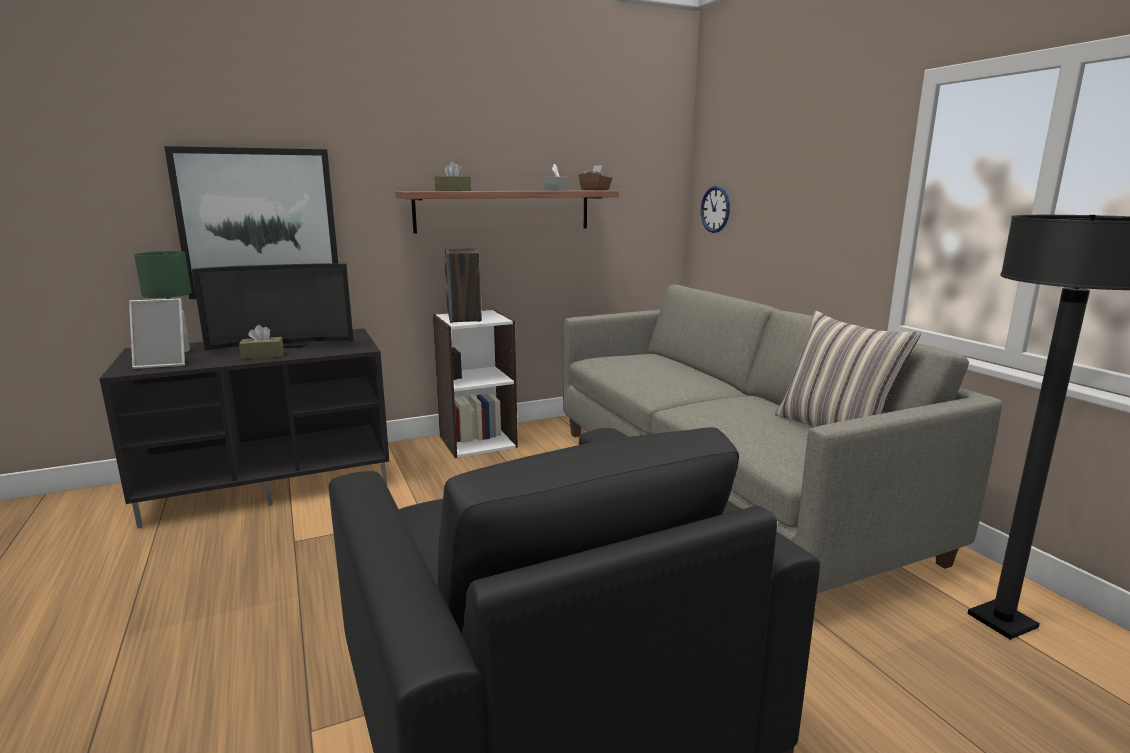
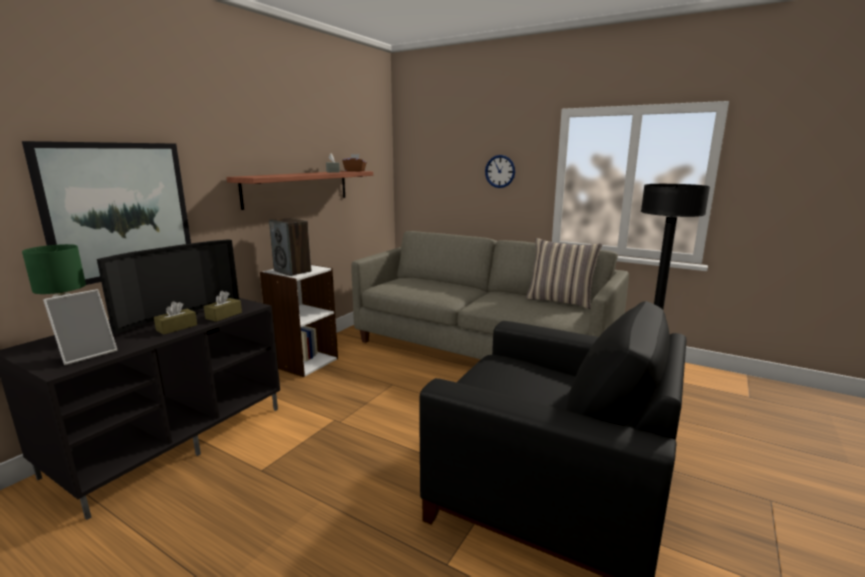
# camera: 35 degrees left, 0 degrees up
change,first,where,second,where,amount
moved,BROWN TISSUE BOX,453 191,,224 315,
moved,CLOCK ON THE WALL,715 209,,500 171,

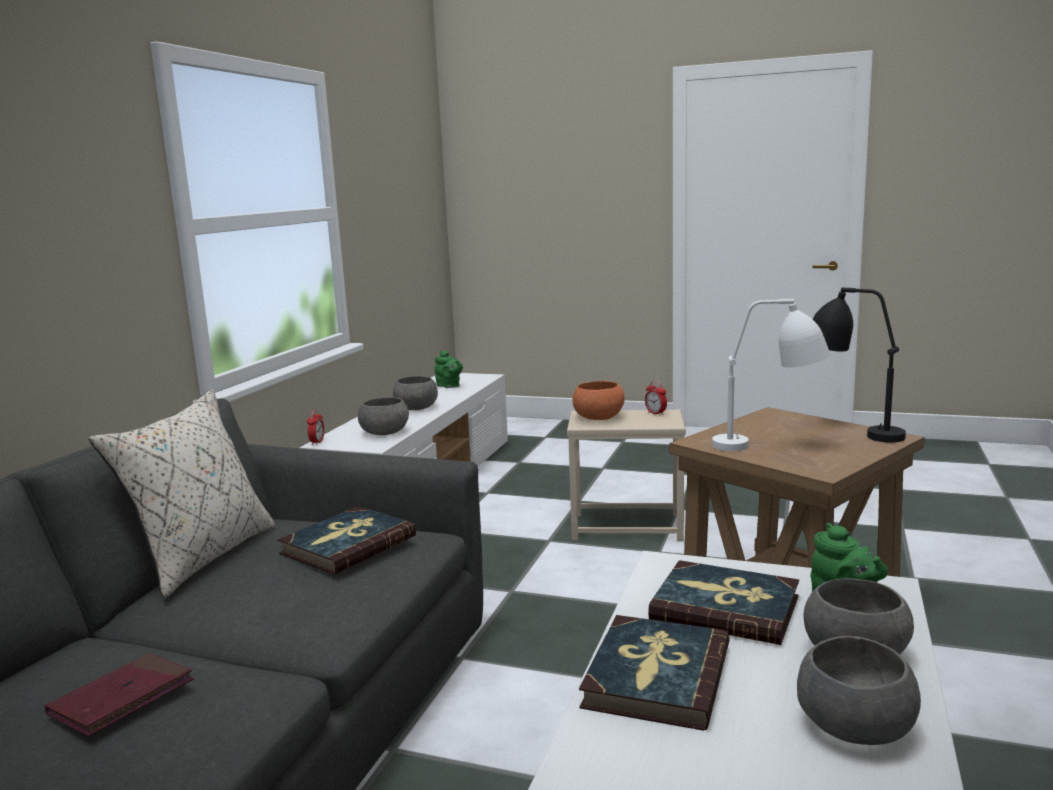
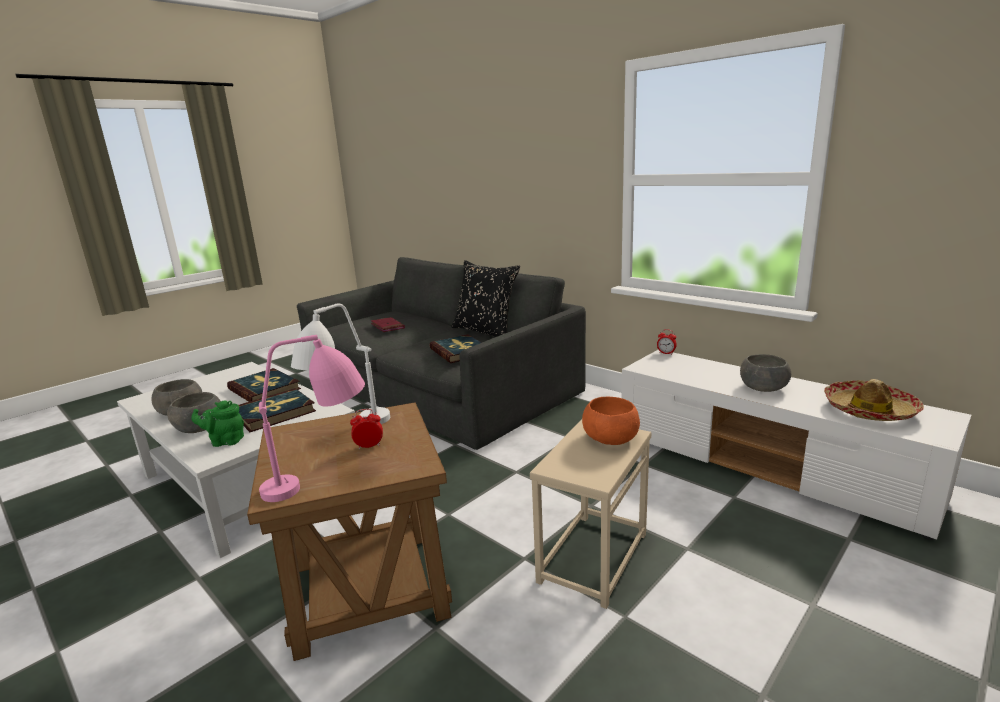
# camera: 115 degrees right, 5 degrees up
change,first,where,second,where,amount
recoloured,BLACK-COLOURED LAMP FOR A TABLE,848 430,PINK LAMP FOR A TABLE,324 482,
replaced,GREENISH TEAPOT,449 386,HAT,870 410,
moved,TABLE CLOCK,656 413,,369 446,
recoloured,BEIGE-COLOURED PILLOW,201 557,BLACK-COLOURED PILLOW,486 331,
removed,GREY BOWL,385 432,,,

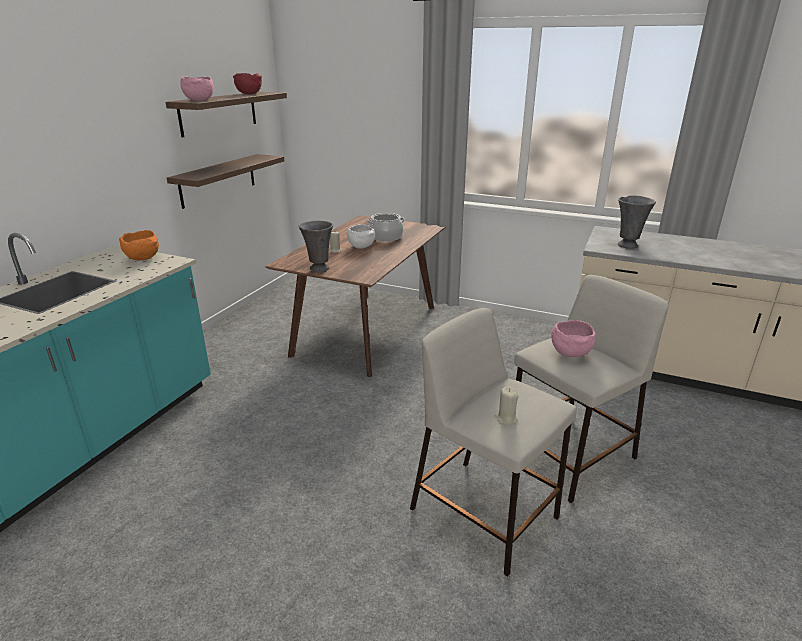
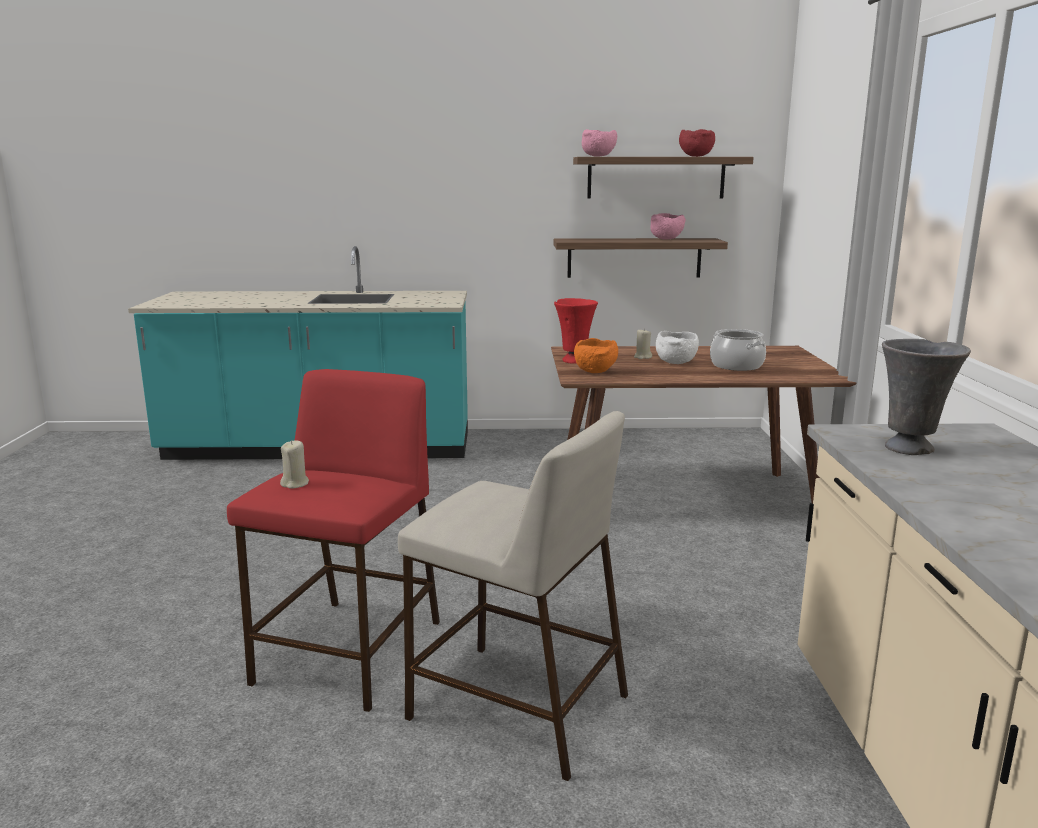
# camera: 65 degrees right, 10 degrees down
change,first,where,second,where,amount
recoloured,GREY DECORATIVE VASE,318 268,REDDISH DECORATIVE VASE,574 361,
moved,ORANGE BOWL,144 258,,596 372,
recoloured,BEIGE-COLOURED SITTING STOOL,485 513,REDDISH SITTING STOOL,349 653,
moved,PINK BOWL,570 353,,666 239,

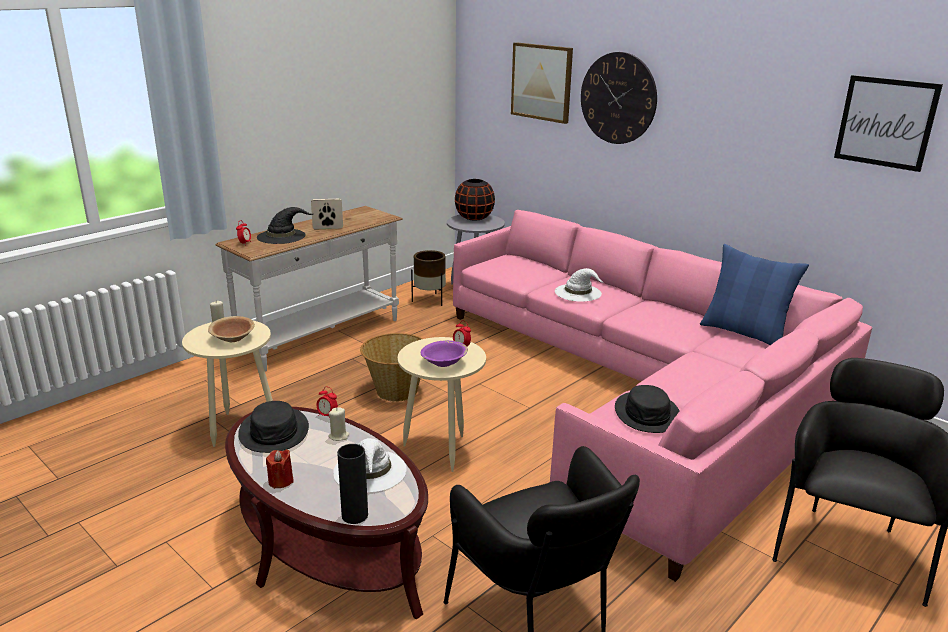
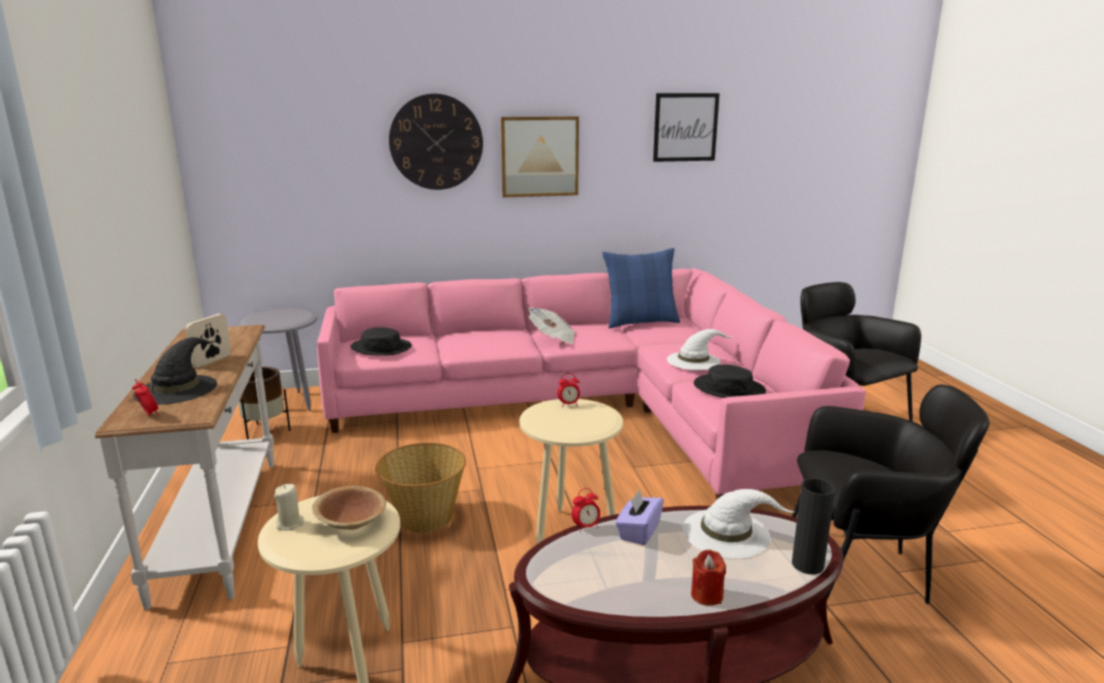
# camera: 55 degrees left, 5 degrees down
change,first,where,second,where,amount
moved,WALL PICTURE,542 82,,539 156,
removed,BLACK-COLOURED DECORATIVE VASE,474 217,,,
moved,WHITISH HAT,578 292,,694 360,
removed,PURPLE-COLOURED BOWL,444 363,,,
moved,BLACK-COLOURED HAT,274 431,,381 347,
replaced,BEIGE-COLOURED WAX LIGHT,339 436,PURPLE-COLOURED TISSUE BOX,638 532,
added,,,NEWSPAPER,553 338,

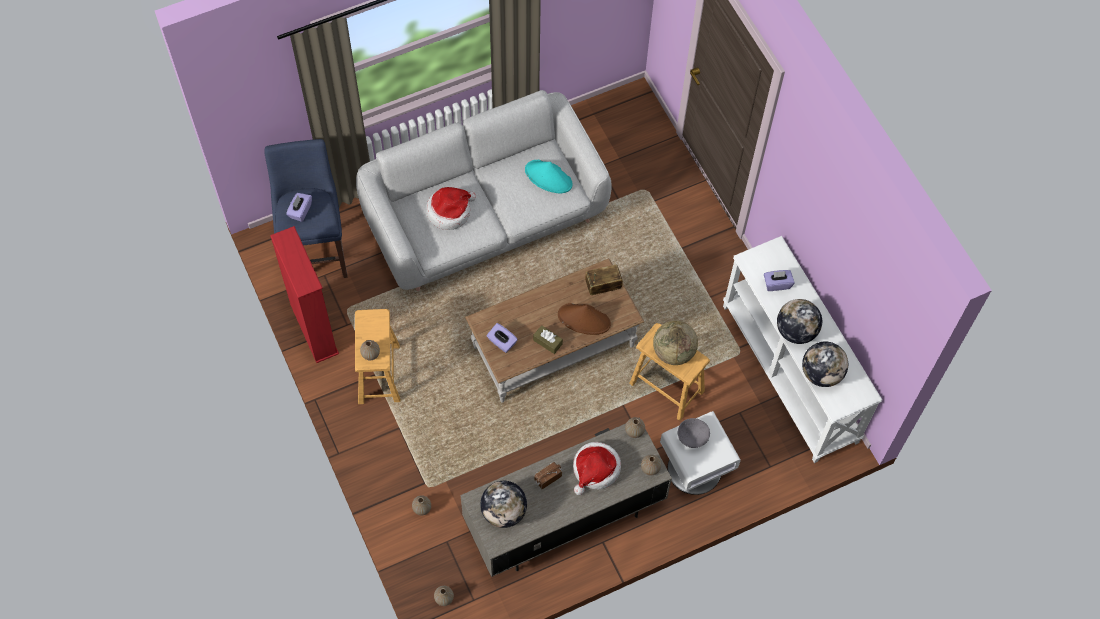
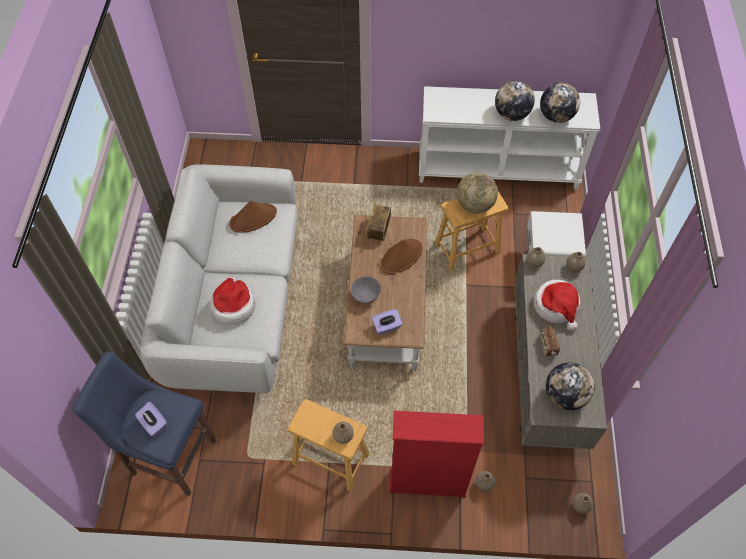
# camera: 60 degrees left, 5 degrees down
change,first,where,second,where,amount
recoloured,BLUE-GREEN HAT,548 177,BROWN HAT,253 218,
moved,REDDISH SHELVING UNIT,314 329,,427 482,
removed,PURPLE-COLOURED TISSUE BOX,777 284,,,
removed,BROWN TISSUE BOX,547 342,,,
moved,GREY BOWL,692 437,,365 295,

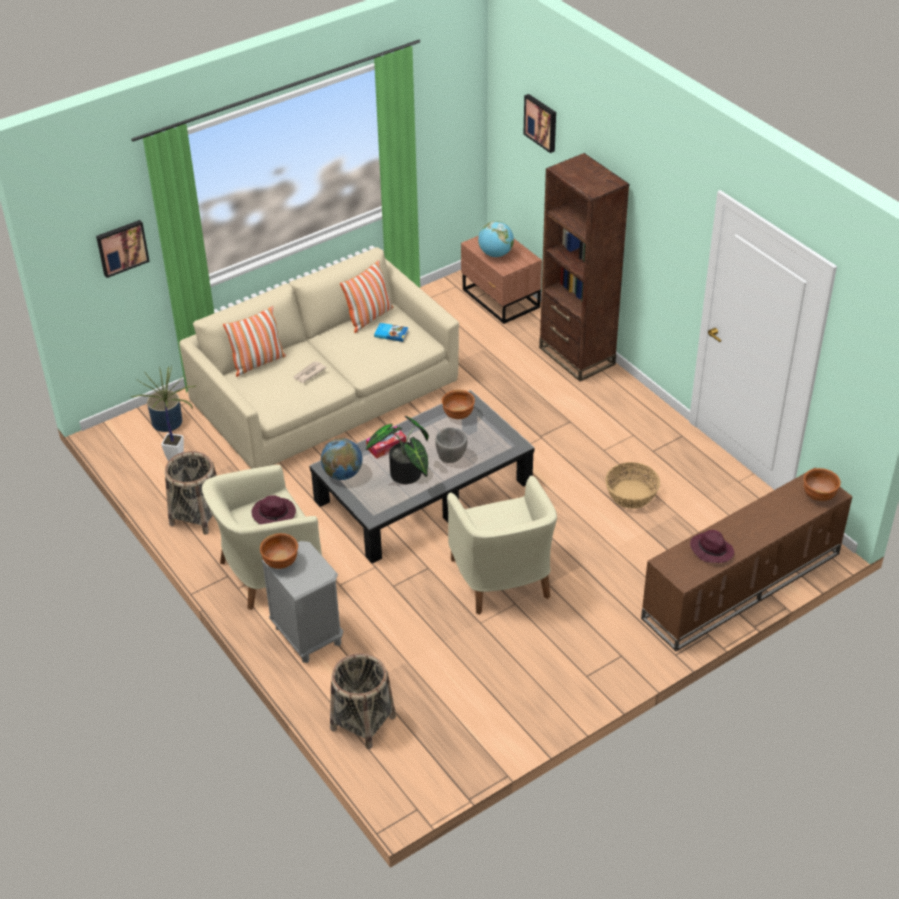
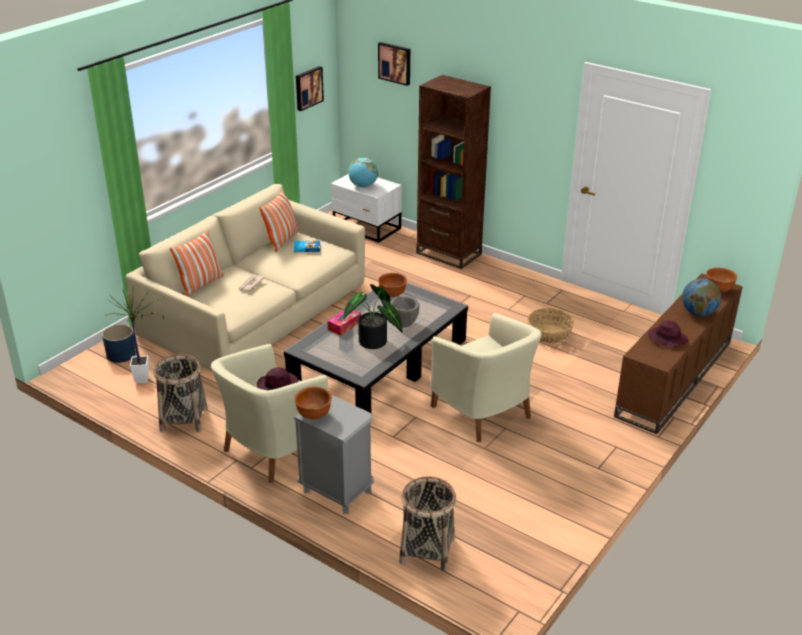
# camera: 20 degrees left, 10 degrees down
change,first,where,second,where,amount
moved,WALL PICTURE,121 247,,308 88,
recoloured,BROWN NIGHTSTAND,500 299,WHITISH NIGHTSTAND,367 228,
moved,GLOBE,342 474,,698 313,

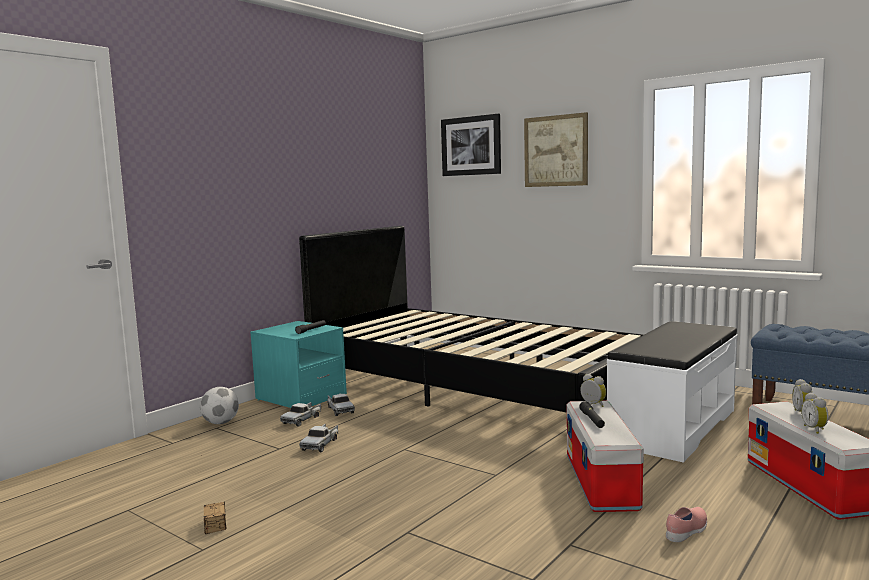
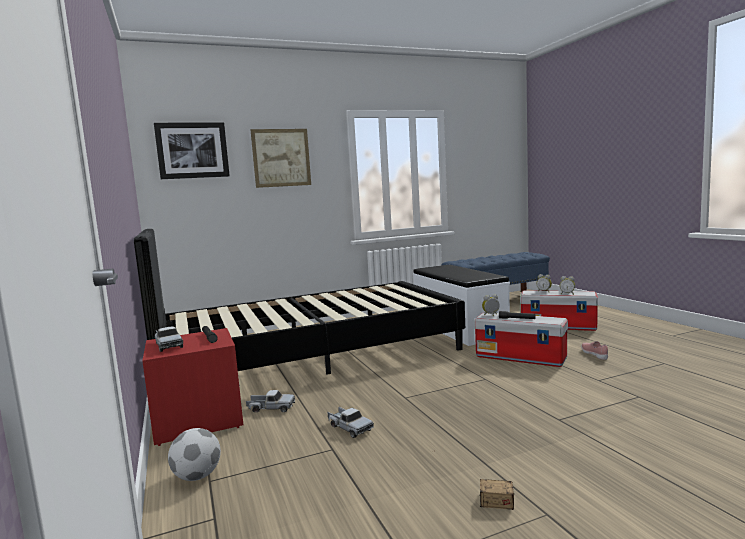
# camera: 60 degrees left, 0 degrees up
change,first,where,second,where,amount
recoloured,BLUE-GREEN NIGHTSTAND,301 397,REDDISH NIGHTSTAND,198 421,
moved,MODEL TRUCK,302 420,,168 345,

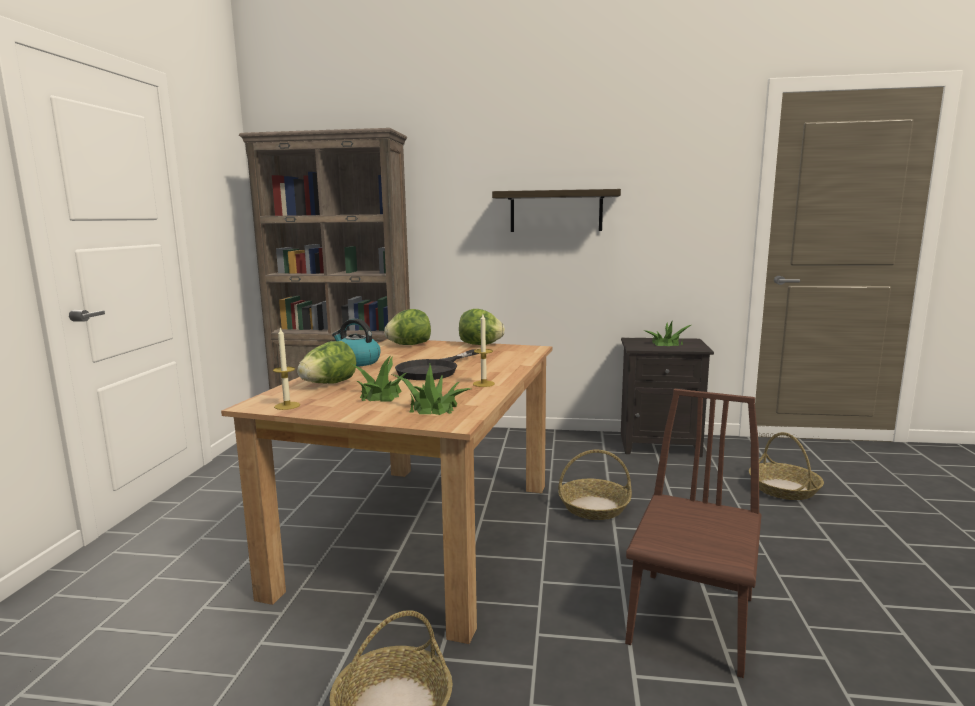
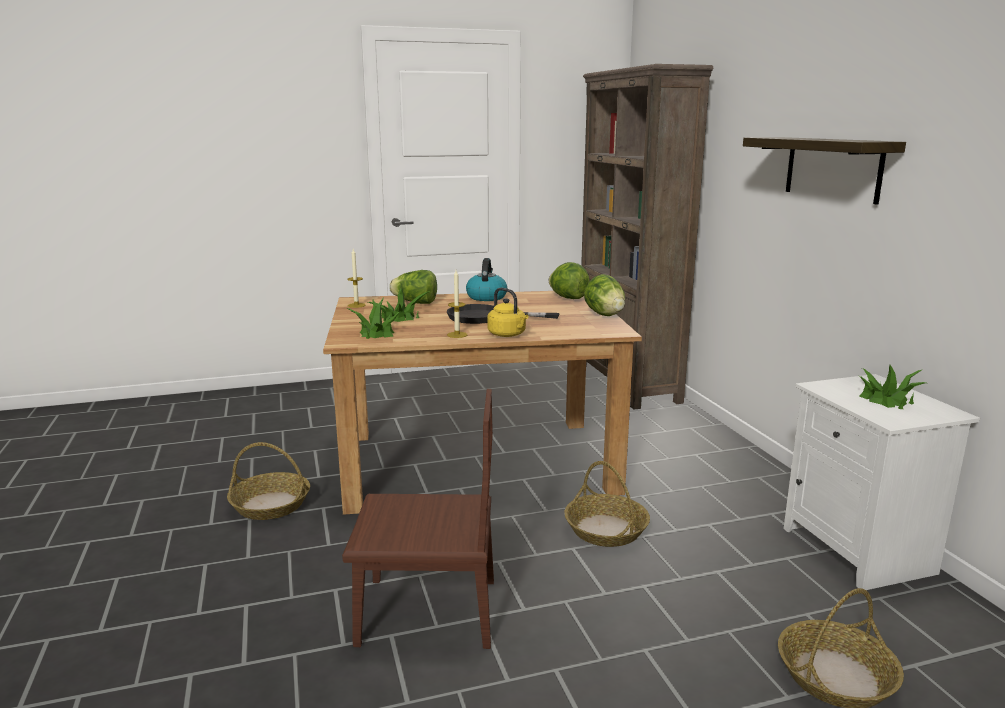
# camera: 65 degrees right, 5 degrees up
change,first,where,second,where,amount
recoloured,BLACK-COLOURED NIGHTSTAND,660 444,WHITISH NIGHTSTAND,860 551,
added,,,YELLOWISH WATER KETTLE,508 335,

